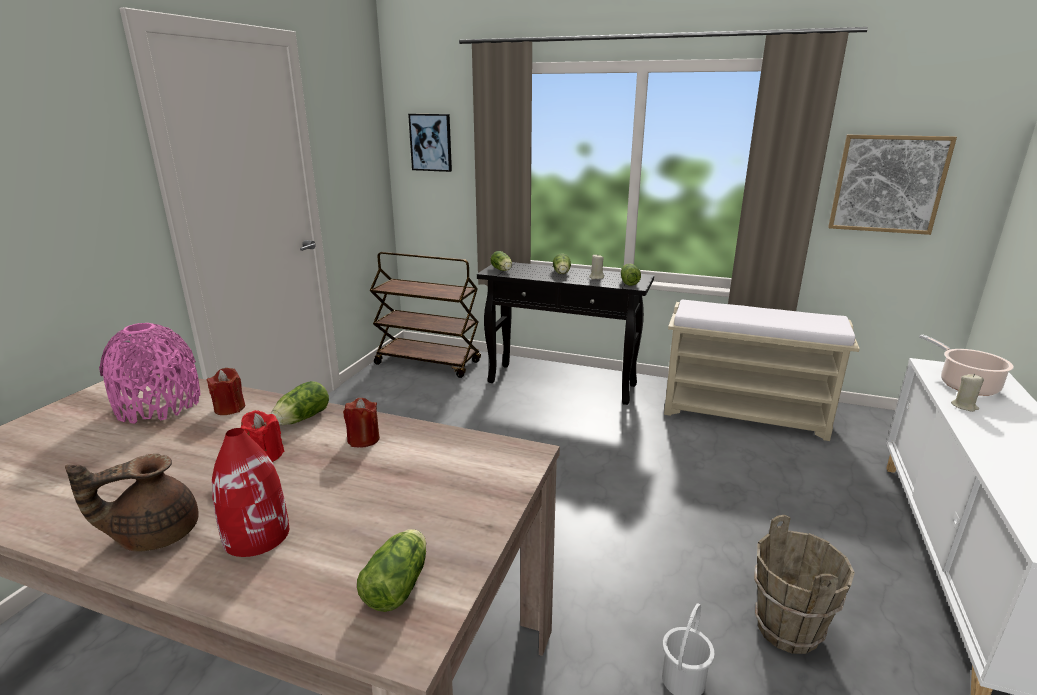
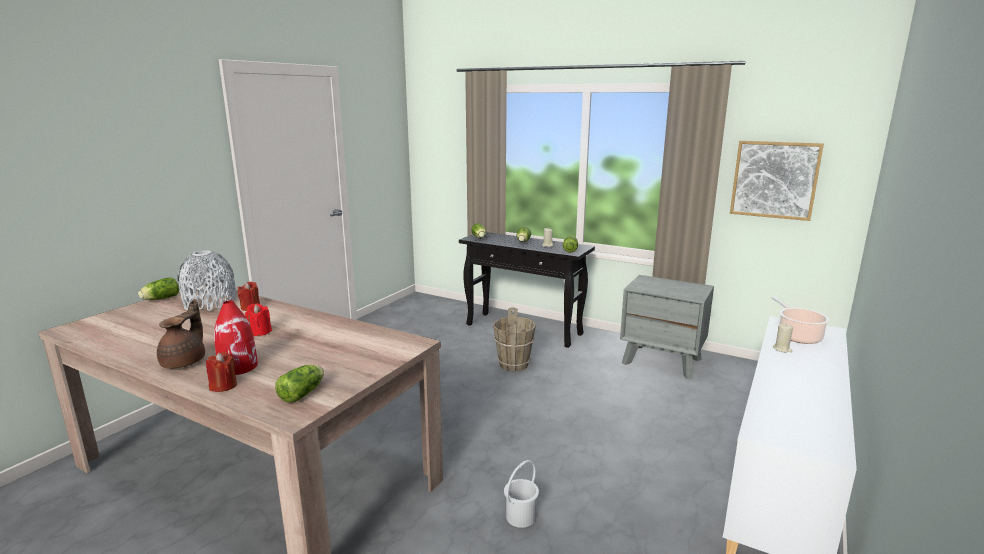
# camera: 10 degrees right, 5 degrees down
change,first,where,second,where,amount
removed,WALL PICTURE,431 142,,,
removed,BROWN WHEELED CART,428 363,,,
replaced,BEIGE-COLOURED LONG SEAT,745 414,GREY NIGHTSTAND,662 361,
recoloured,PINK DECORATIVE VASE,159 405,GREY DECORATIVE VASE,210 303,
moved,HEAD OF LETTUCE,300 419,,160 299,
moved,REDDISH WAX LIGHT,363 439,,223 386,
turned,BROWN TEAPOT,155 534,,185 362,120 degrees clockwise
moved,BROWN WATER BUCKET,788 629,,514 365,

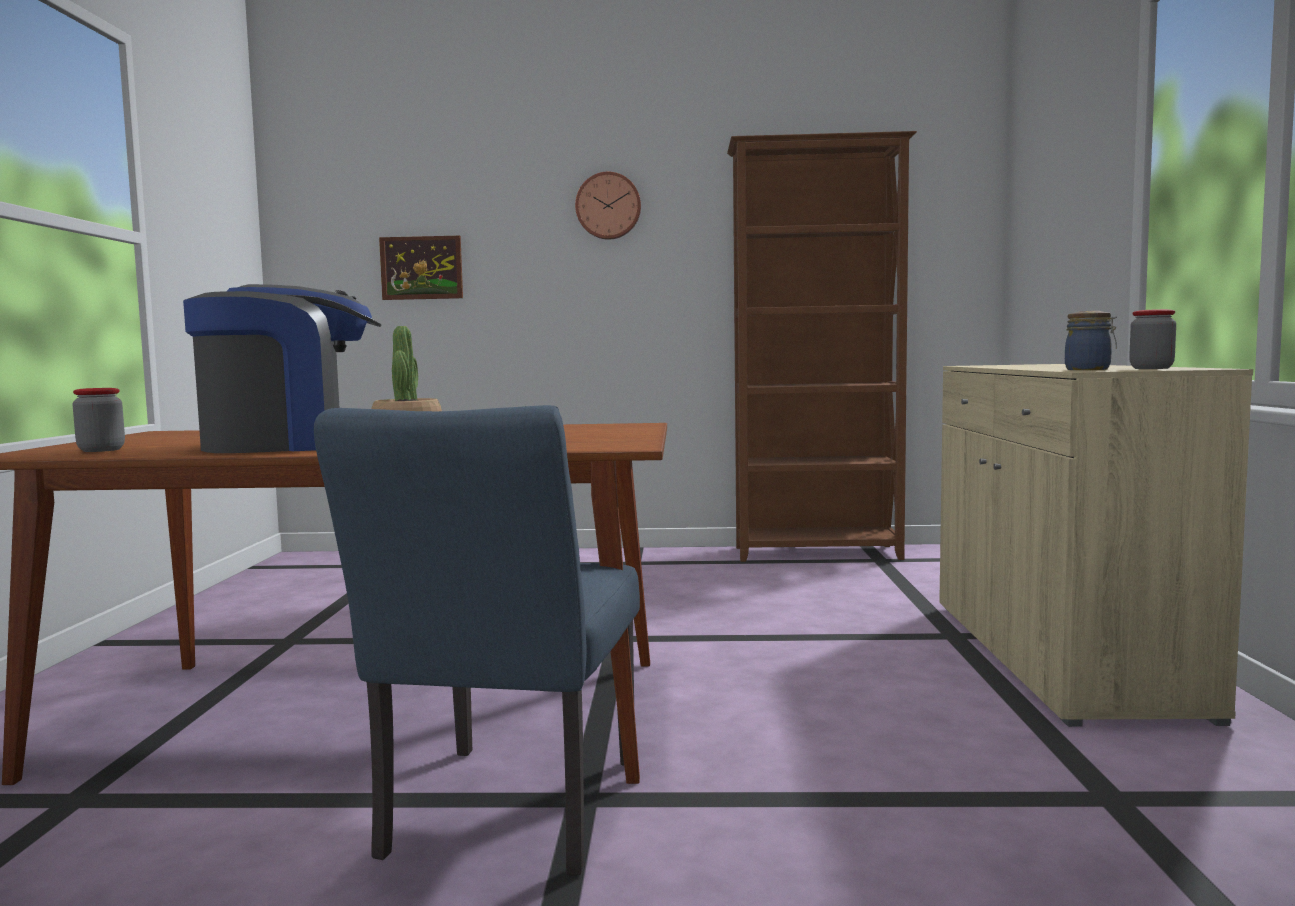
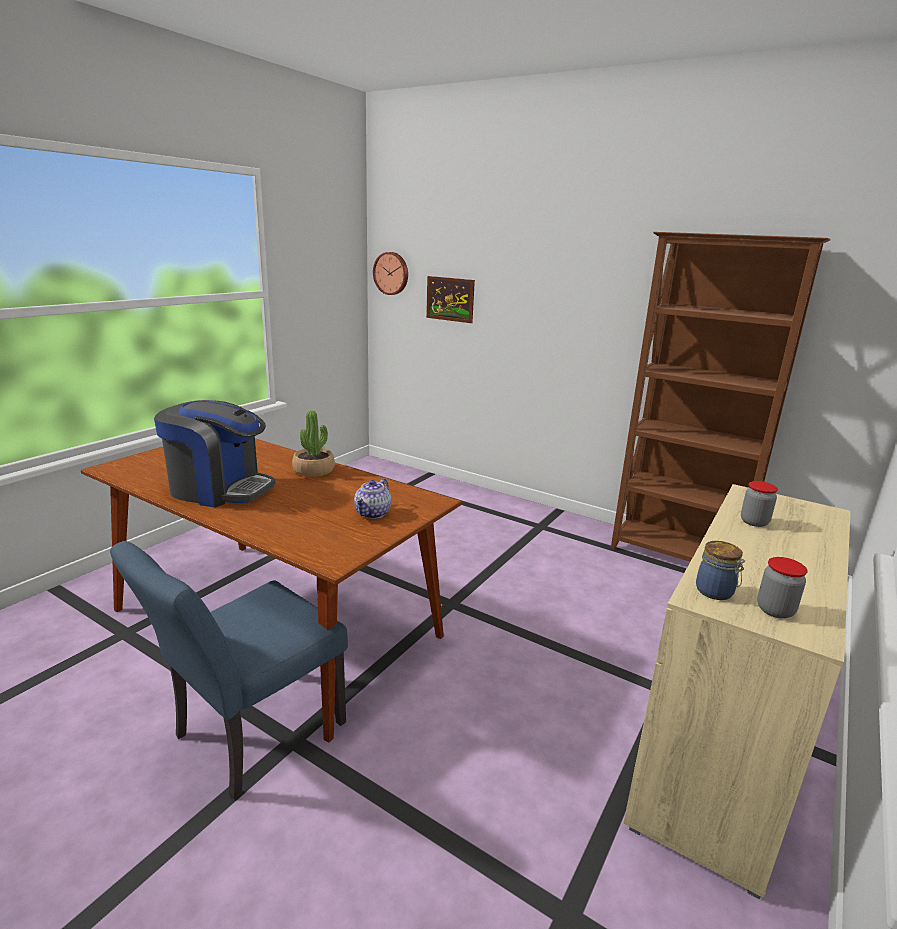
# camera: 30 degrees right, 15 degrees up
change,first,where,second,where,amount
moved,CLOCK ON THE WALL,608 206,,391 273,
moved,STORAGE JAR,101 450,,754 522,
added,,,TEAPOT,373 513,

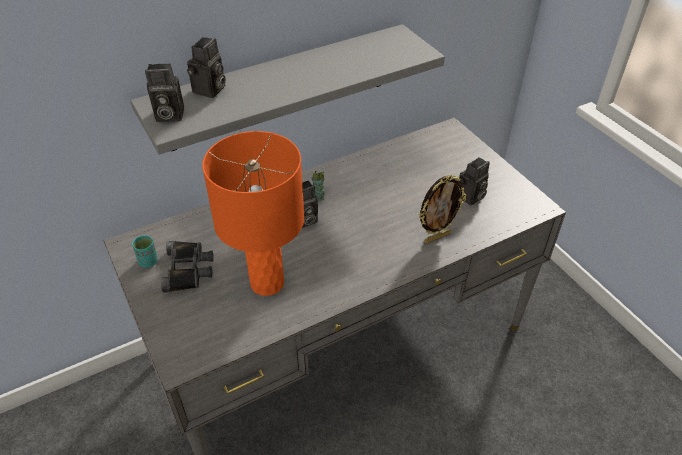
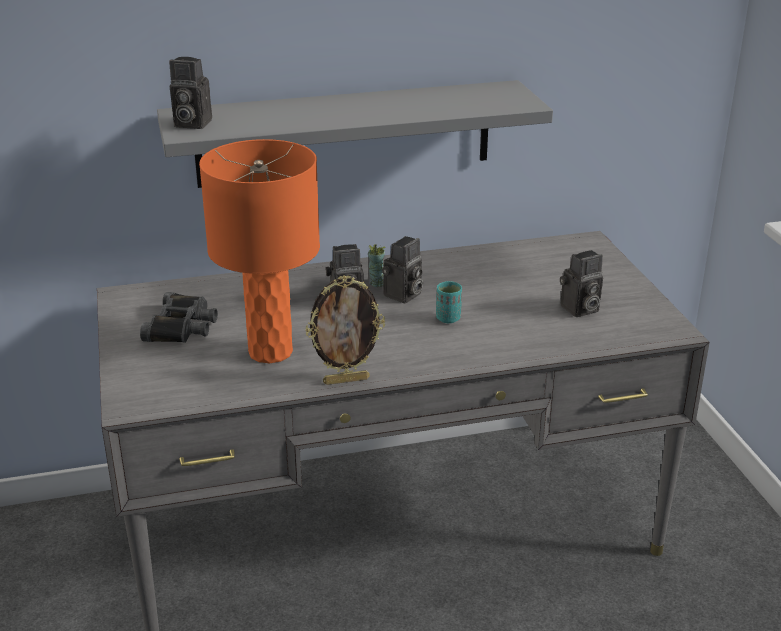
# camera: 15 degrees right, 15 degrees down
change,first,where,second,where,amount
moved,PHOTO CAMERA,210 91,,403 296,
moved,STANDING FRAME,436 237,,346 380,
moved,BLUE-GREEN SMALL CUP,148 261,,448 318,

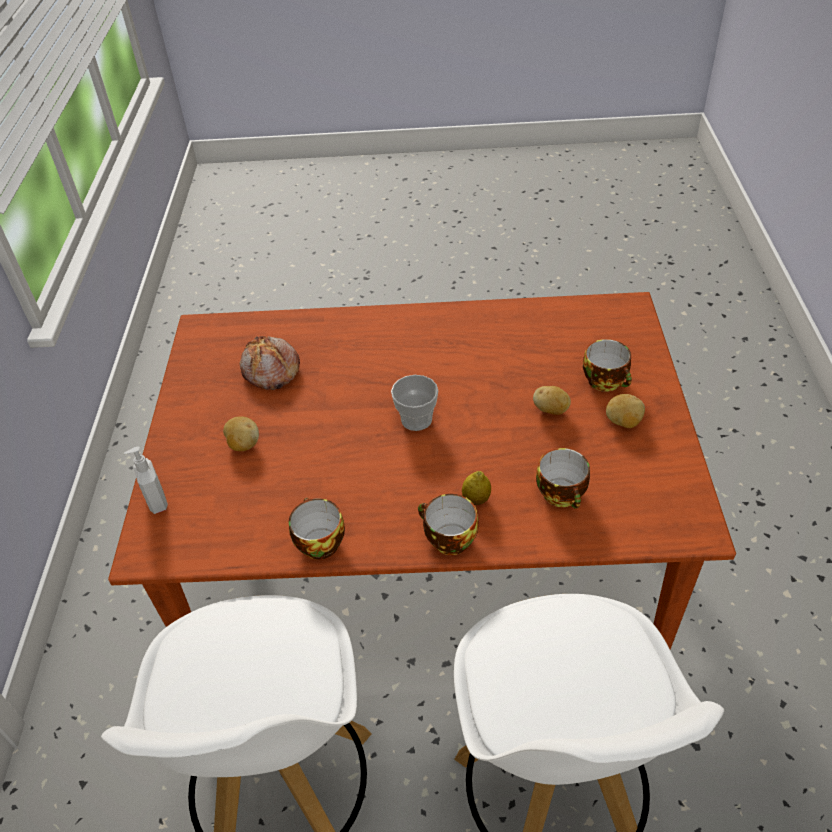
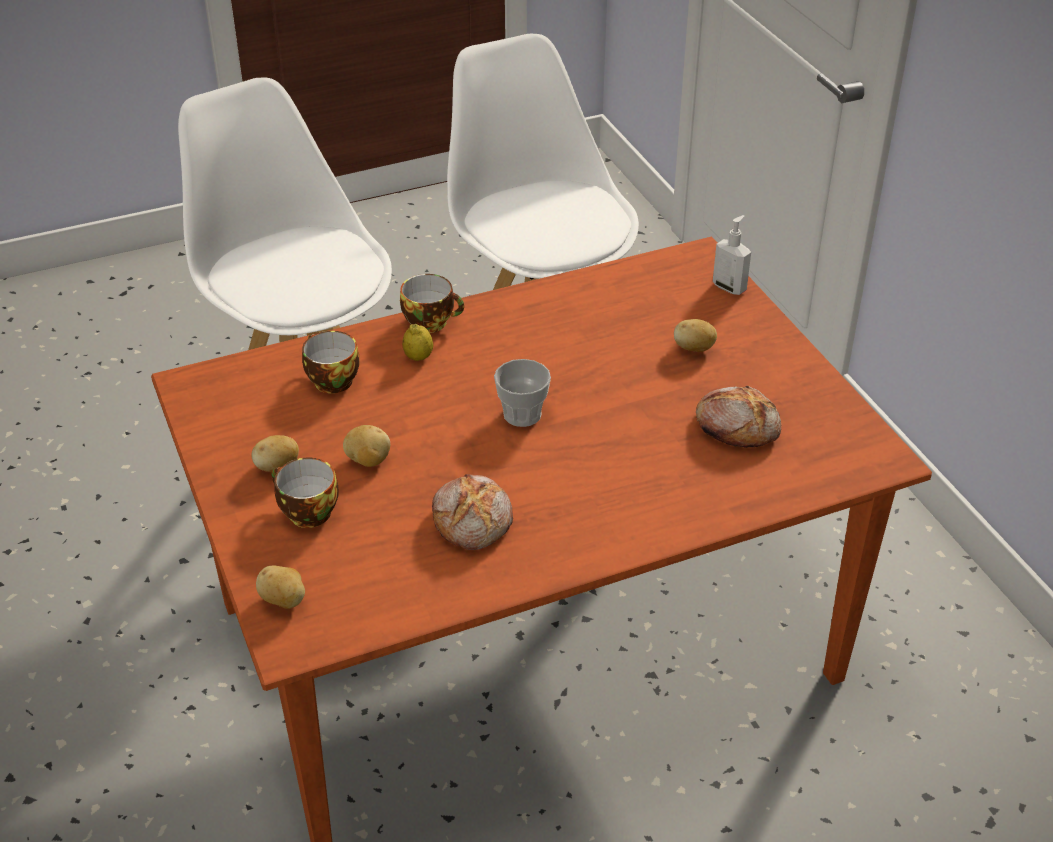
# camera: 155 degrees right, 5 degrees down
change,first,where,second,where,amount
removed,SMALL CUP,318 542,,,
added,,,BAKERY BREAD,474 520,
added,,,SPUD,284 601,

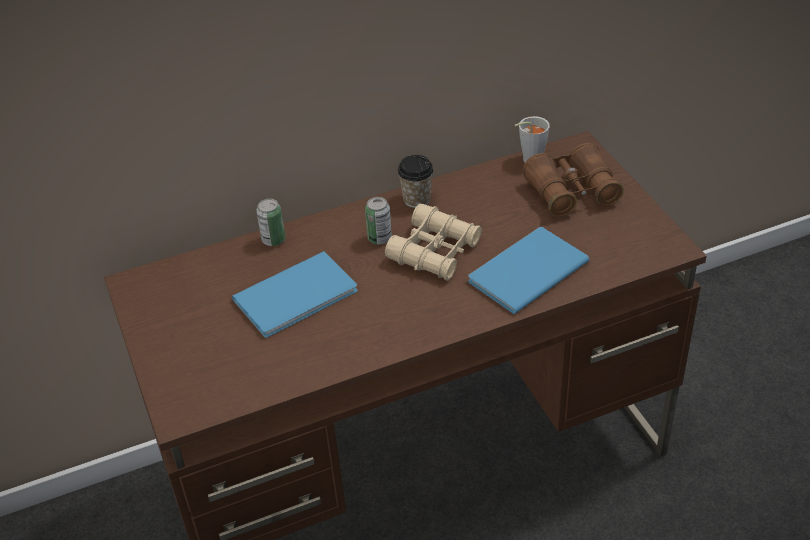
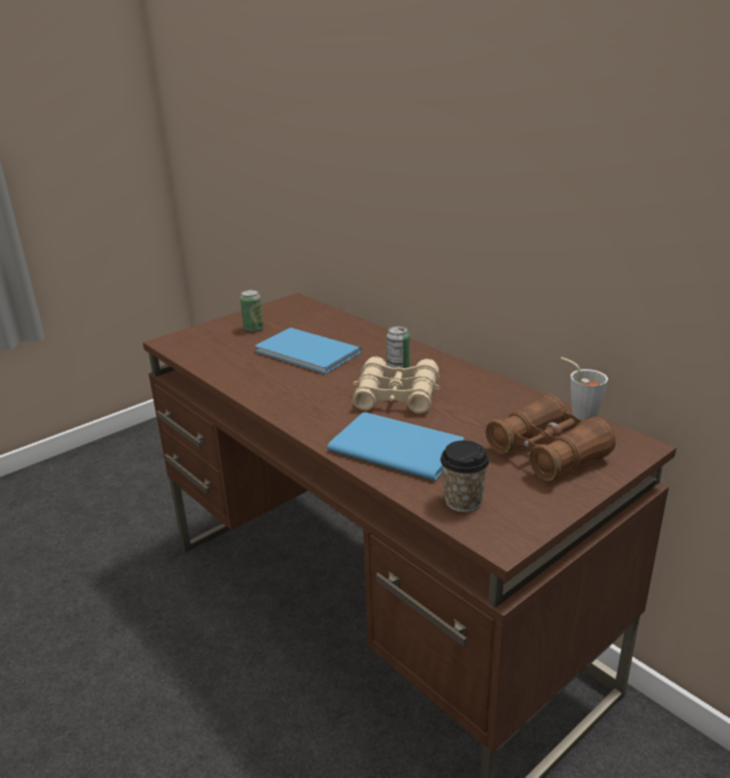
# camera: 70 degrees right, 15 degrees down
change,first,where,second,where,amount
moved,SMALL CUP,417 199,,463 501,
moved,METAL CAN,273 240,,253 328,

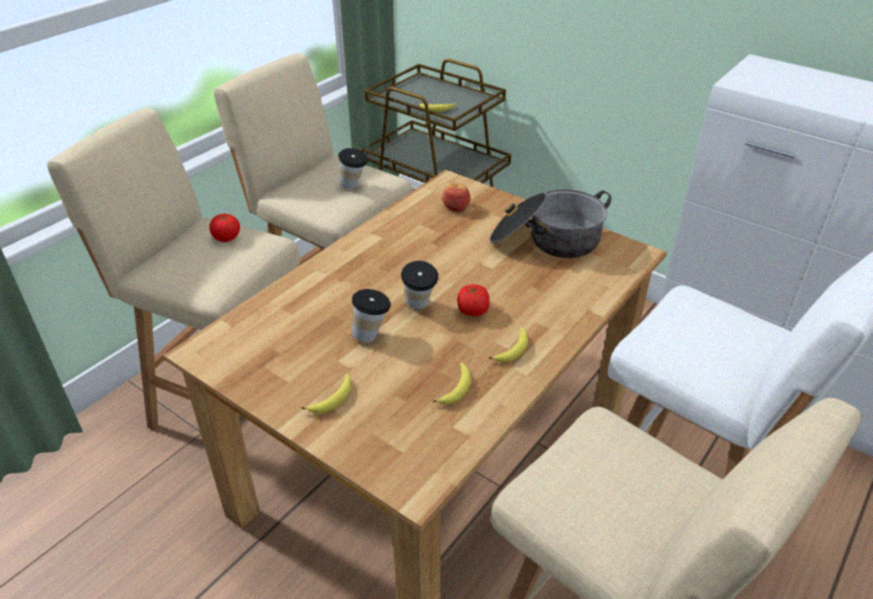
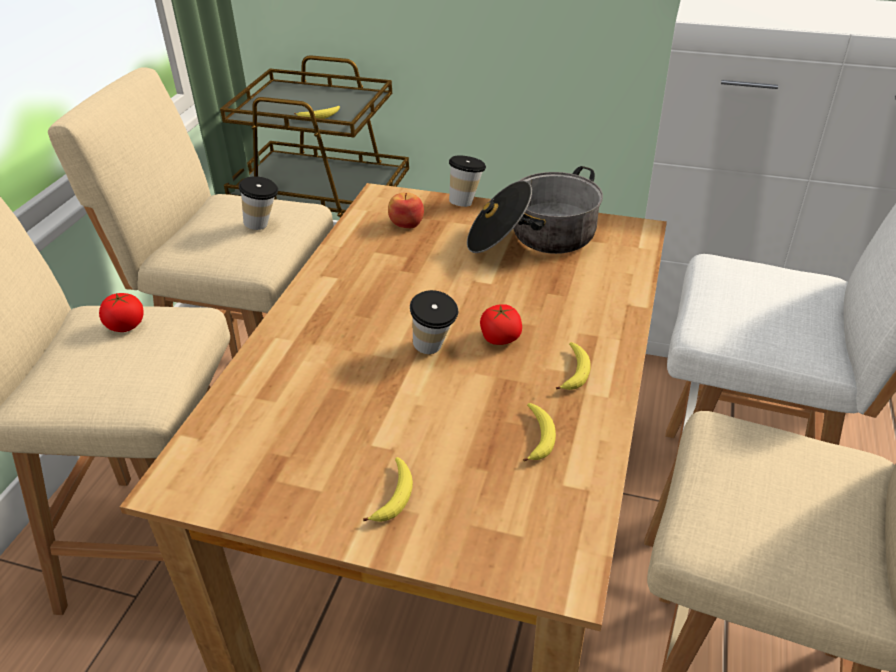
# camera: 20 degrees left, 0 degrees up
change,first,where,second,where,amount
moved,SMALL CUP,372 335,,466 201,

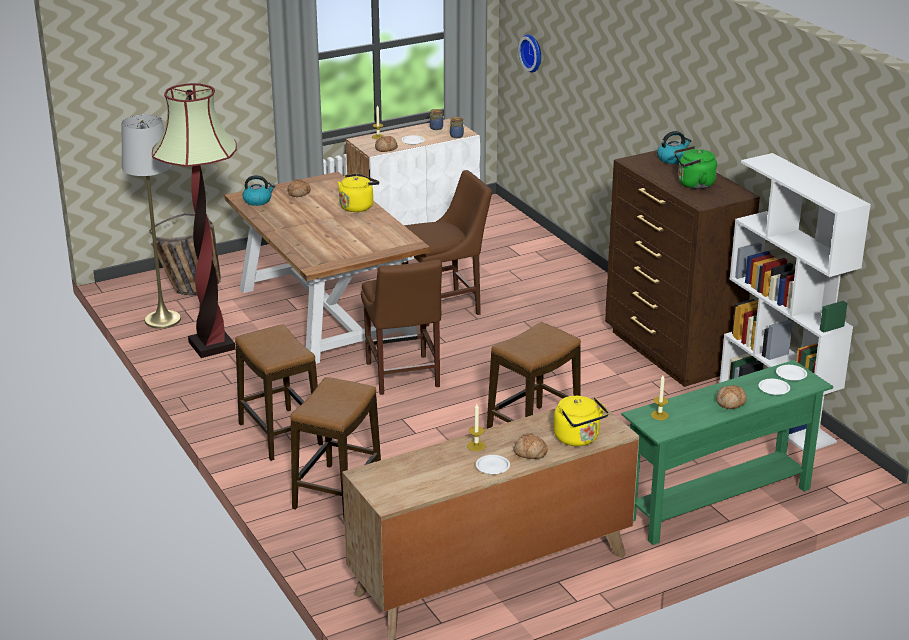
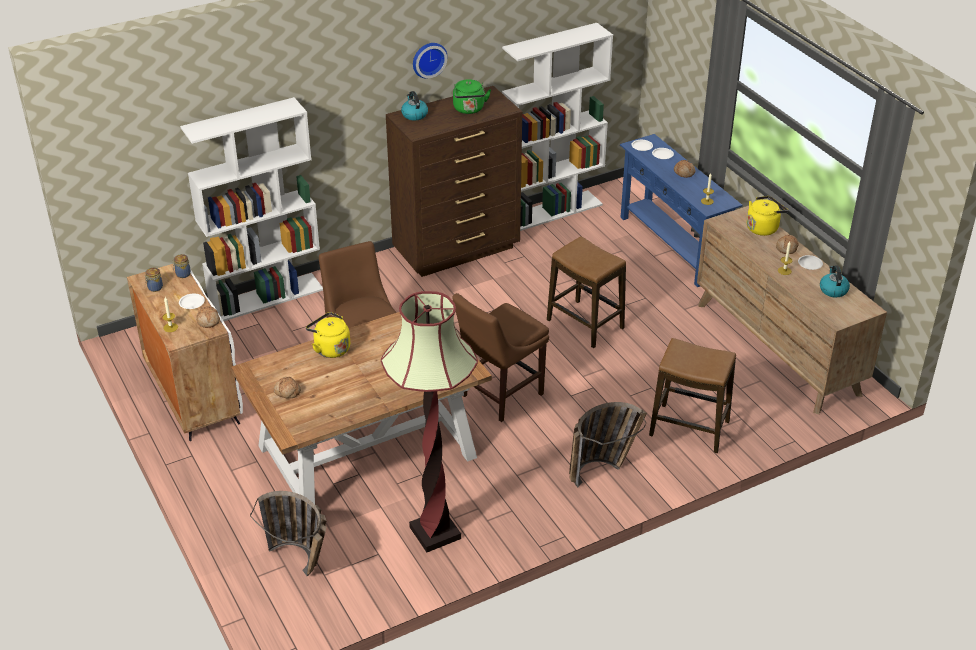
# camera: 90 degrees left, 10 degrees up
change,first,where,second,where,amount
moved,CLOCK ON THE WALL,533 52,,428 59,
removed,GREY STANDARD LAMP,162 319,,,
moved,WATER KETTLE,258 201,,833 290,
turned,BROWN PLAIN CHAIR,403 377,,499 396,150 degrees clockwise
replaced,SITTING STOOL,280 434,STORAGE BASKET,603 469,
recoloured,GREENISH CONSOLE TABLE,718 504,BLUISH CONSOLE TABLE,672 246,
added,,,WHITISH SHELVING UNIT,267 297,

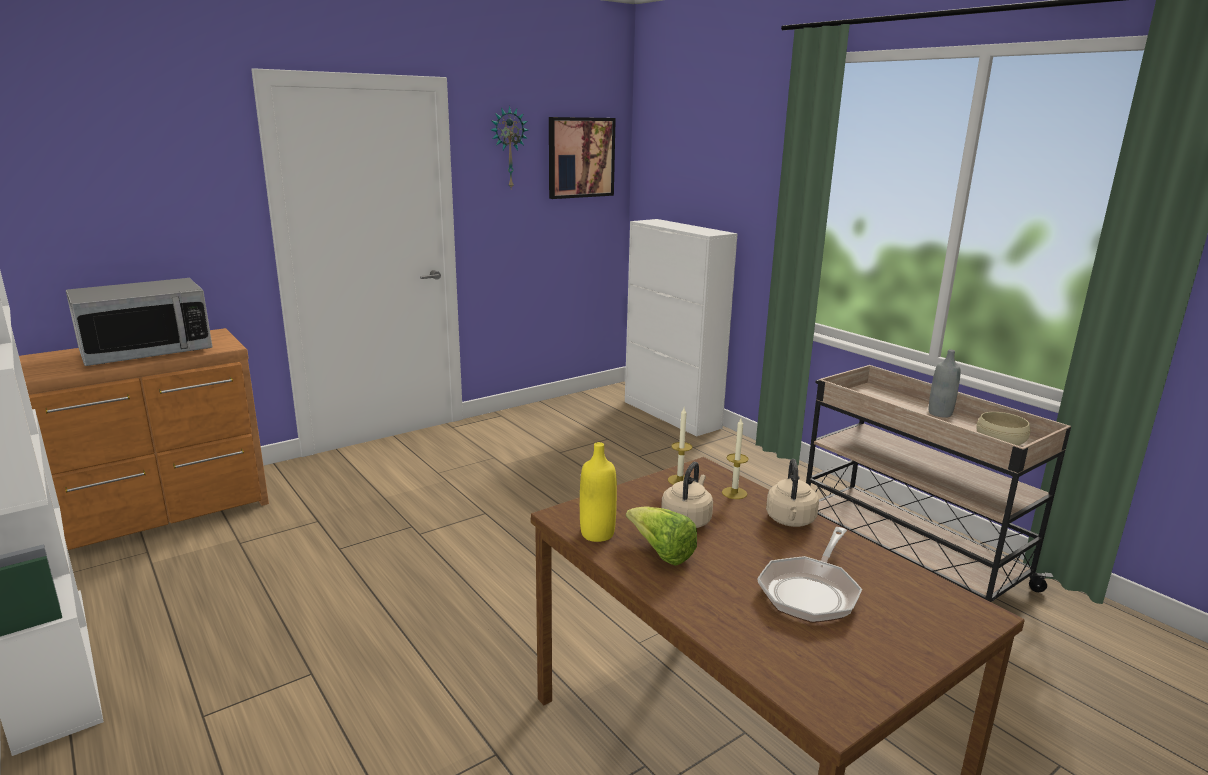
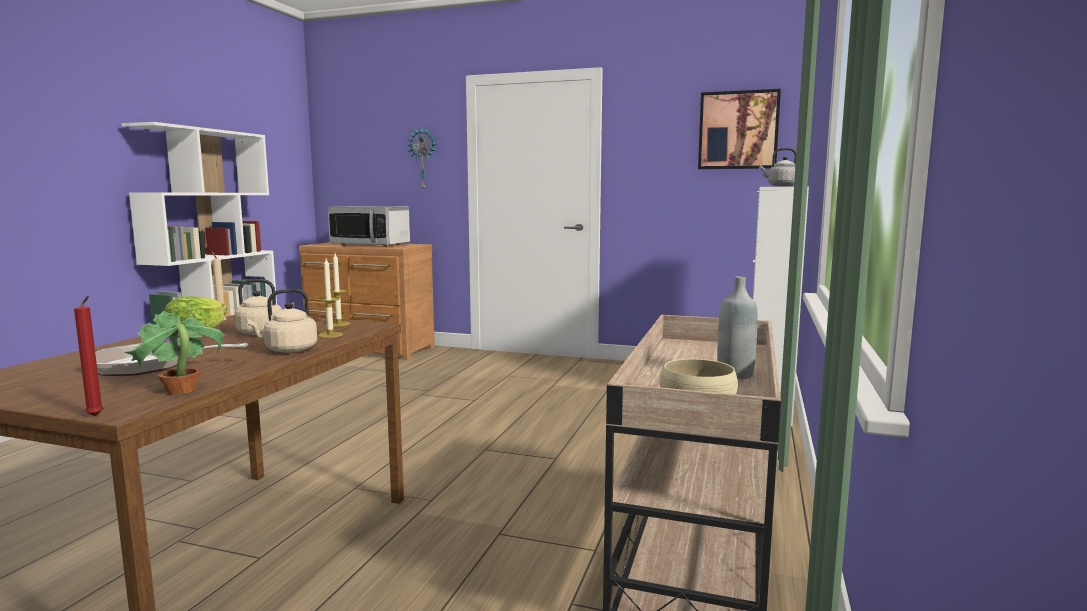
# camera: 55 degrees right, 10 degrees down
change,first,where,second,where,amount
moved,CLOCK ON THE WALL,508 148,,423 159,
replaced,YELLOWISH BOTTLE,597 533,BEIGE-COLOURED WAX LIGHT,221 323,
added,,,GREY WATER KETTLE,781 186,
added,,,REDDISH WAX LIGHT,96 416,
added,,,POTTED PLANT,180 390,

